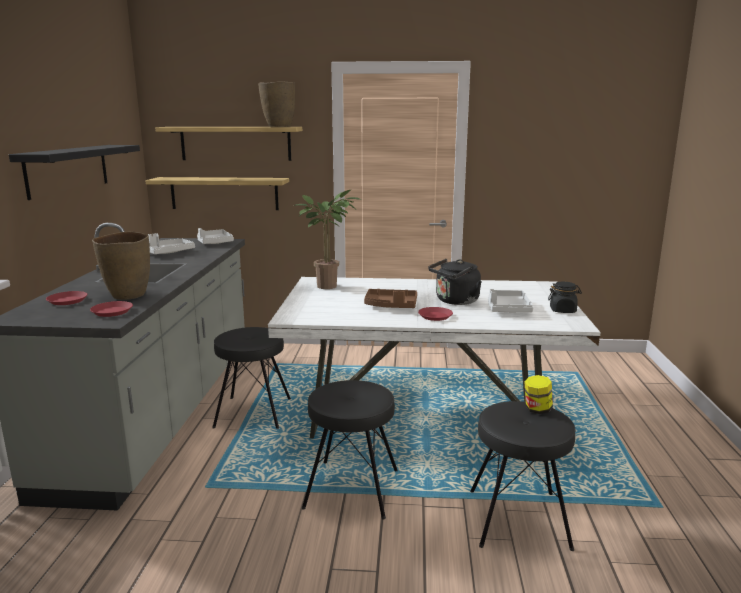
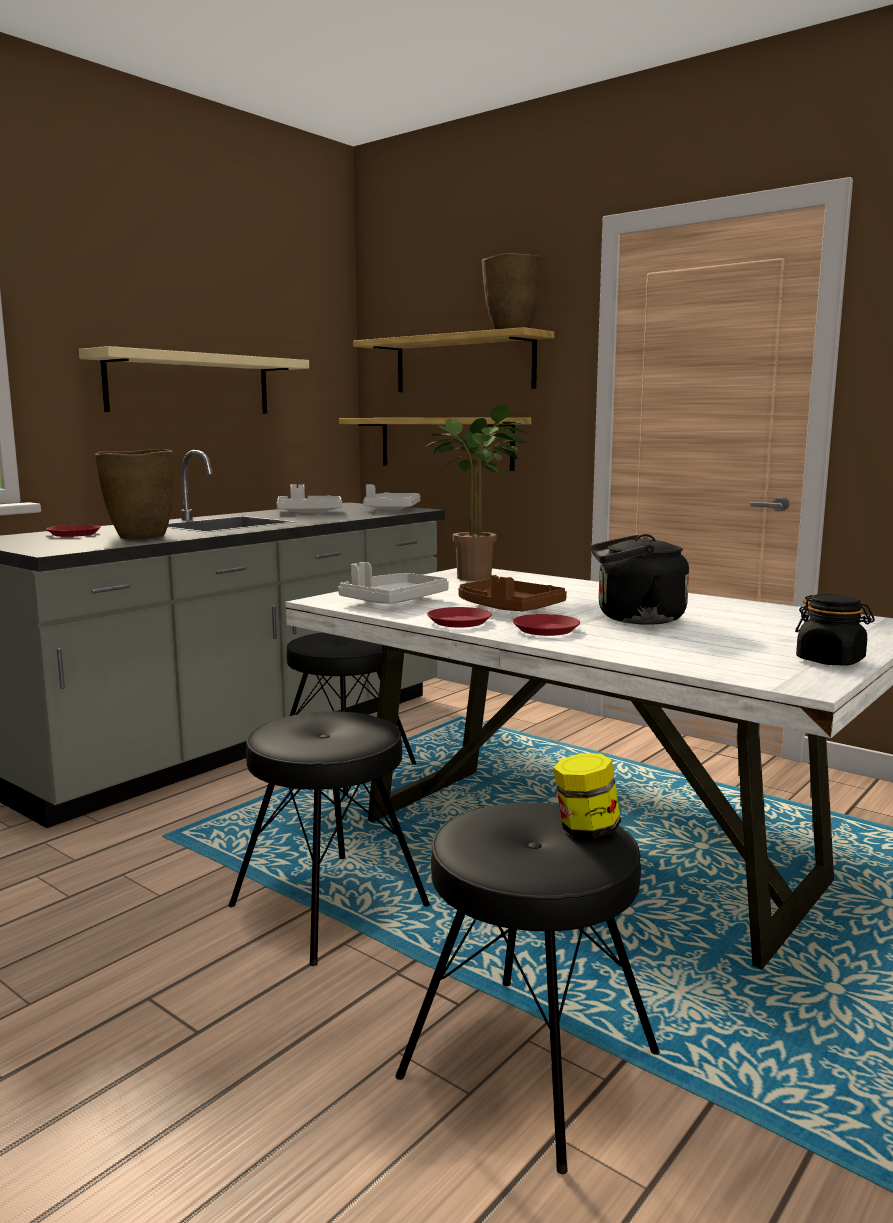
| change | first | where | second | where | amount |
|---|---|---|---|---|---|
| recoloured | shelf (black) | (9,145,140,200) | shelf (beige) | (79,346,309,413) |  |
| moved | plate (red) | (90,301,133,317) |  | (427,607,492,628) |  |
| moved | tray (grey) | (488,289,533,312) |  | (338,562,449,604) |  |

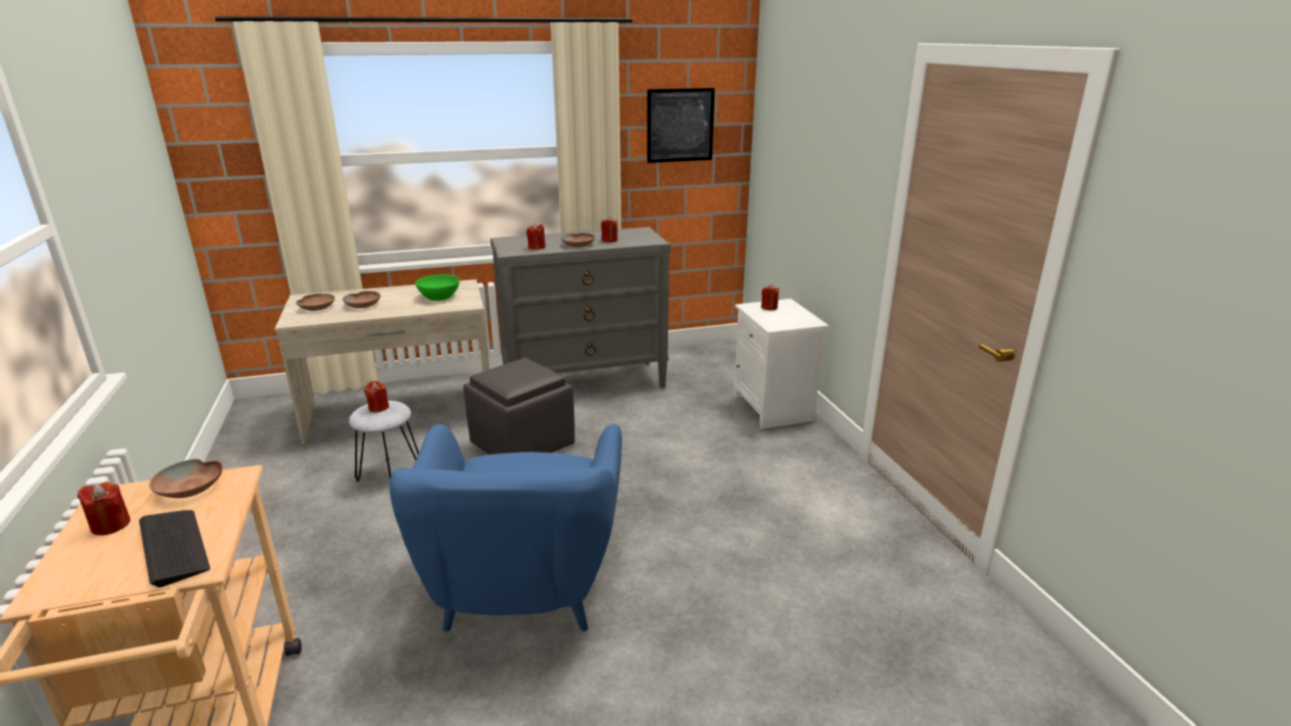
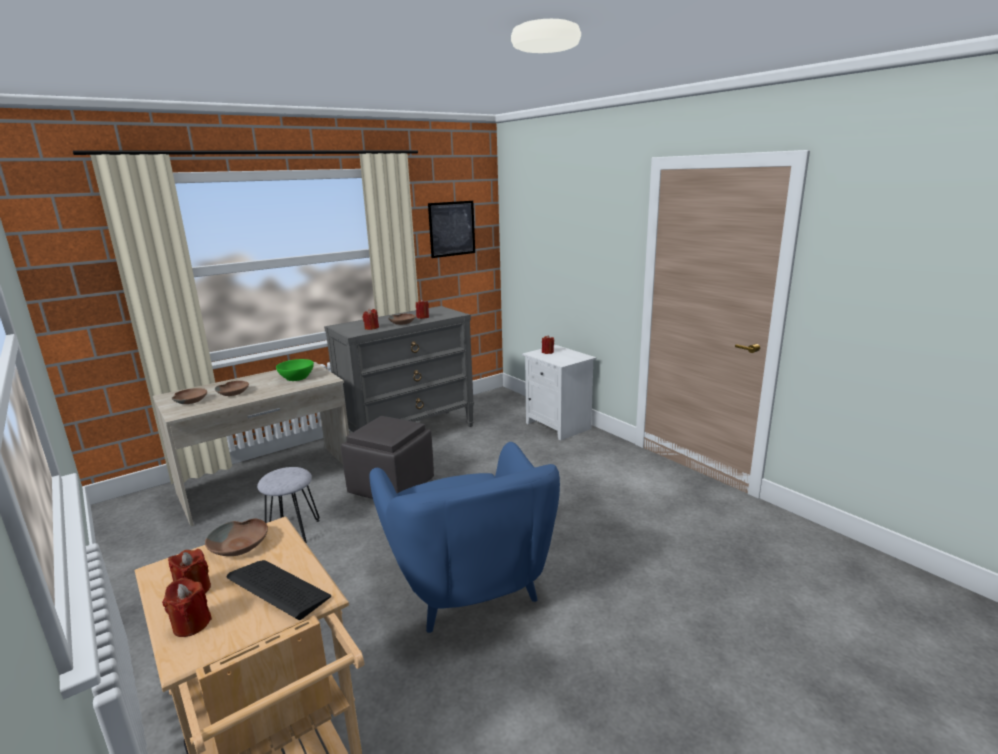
| change | first | where | second | where | amount |
|---|---|---|---|---|---|
| moved | candle (red) | (364,381,389,412) |  | (162,578,212,637) |  |

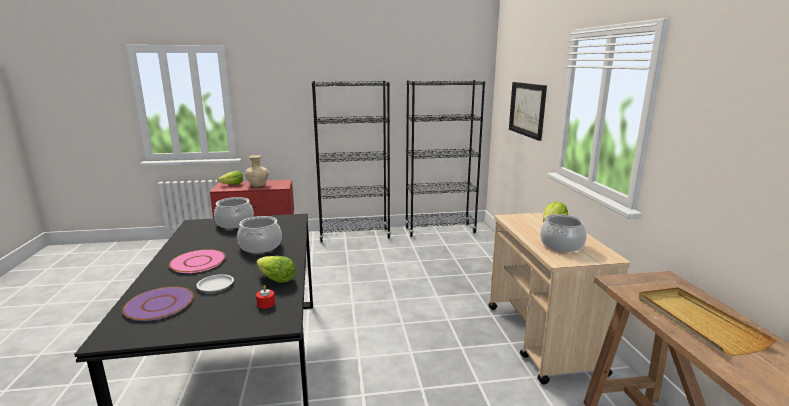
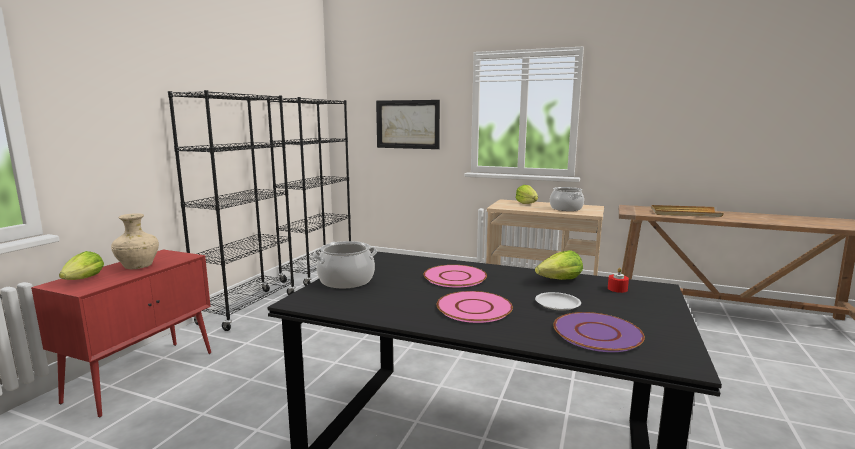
| change | first | where | second | where | amount |
|---|---|---|---|---|---|
| replaced | cooking pot | (237,216,282,253) | plate (pink) | (424,265,487,287) |  |

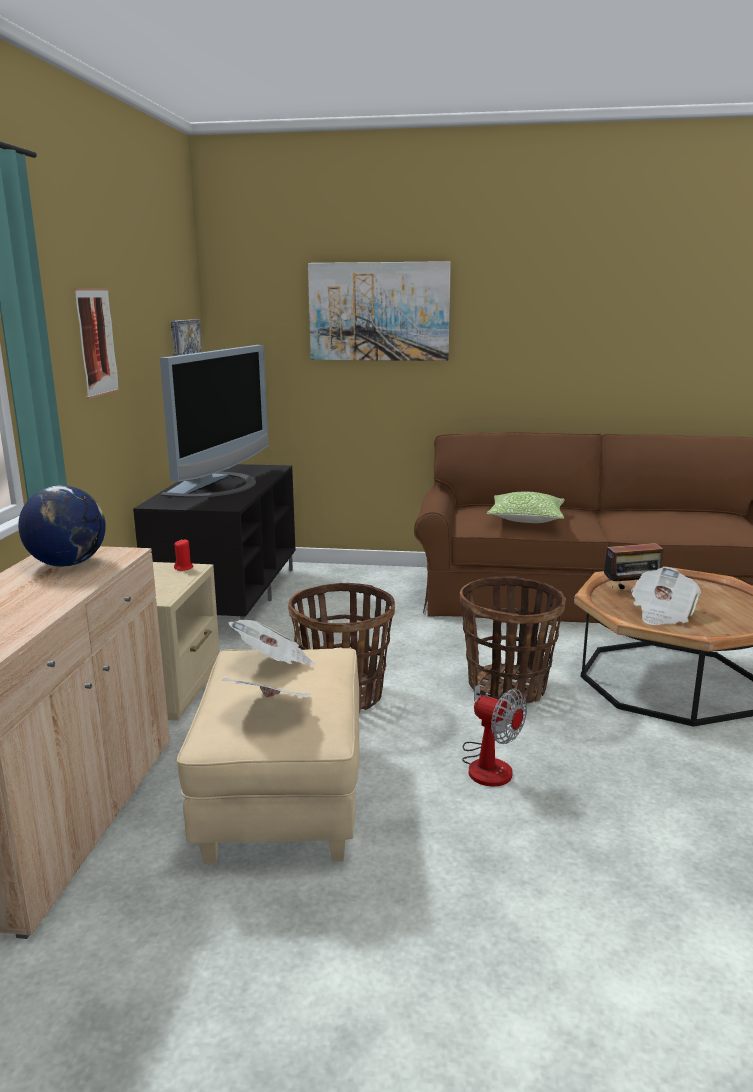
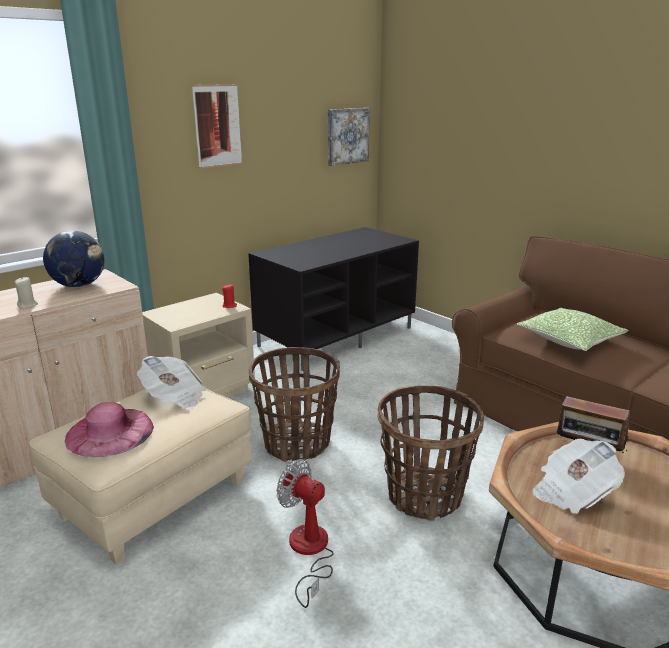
| change | first | where | second | where | amount |
|---|---|---|---|---|---|
| removed | television | (160,345,269,498) |  |  |  |
| replaced | newspaper | (222,678,311,699) | hat (pink) | (65,402,154,457) |  |
| removed | picture | (308,261,451,361) |  |  |  |
| turned | fan | (462,684,527,787) |  | (276,459,334,608) | 135 degrees clockwise |
| added |  |  | candle (beige) | (15,277,38,308) |  |

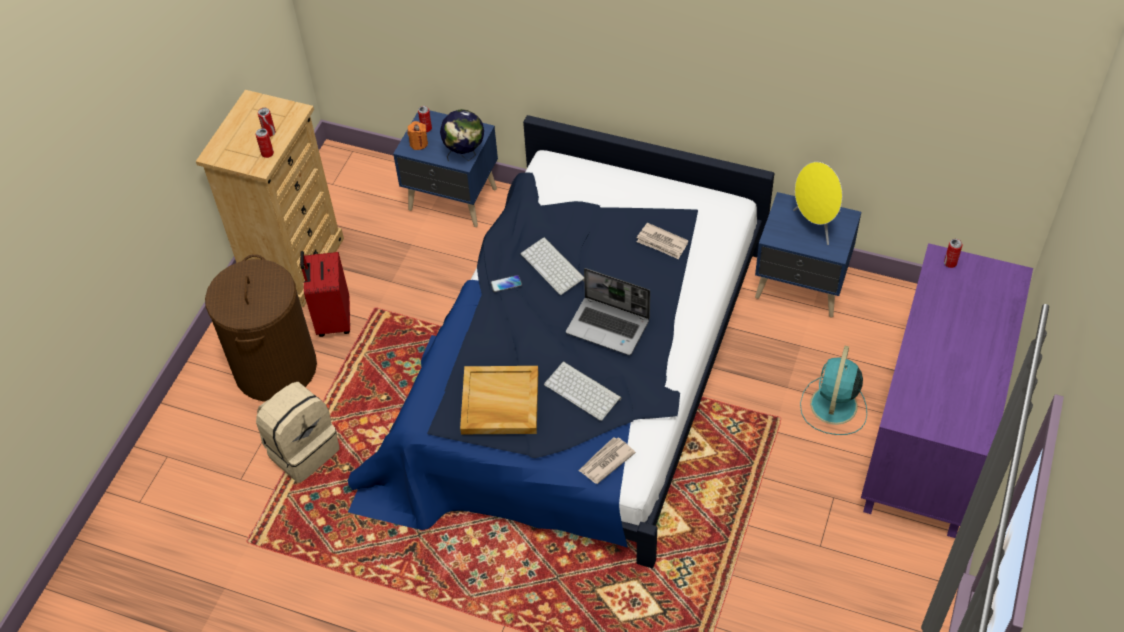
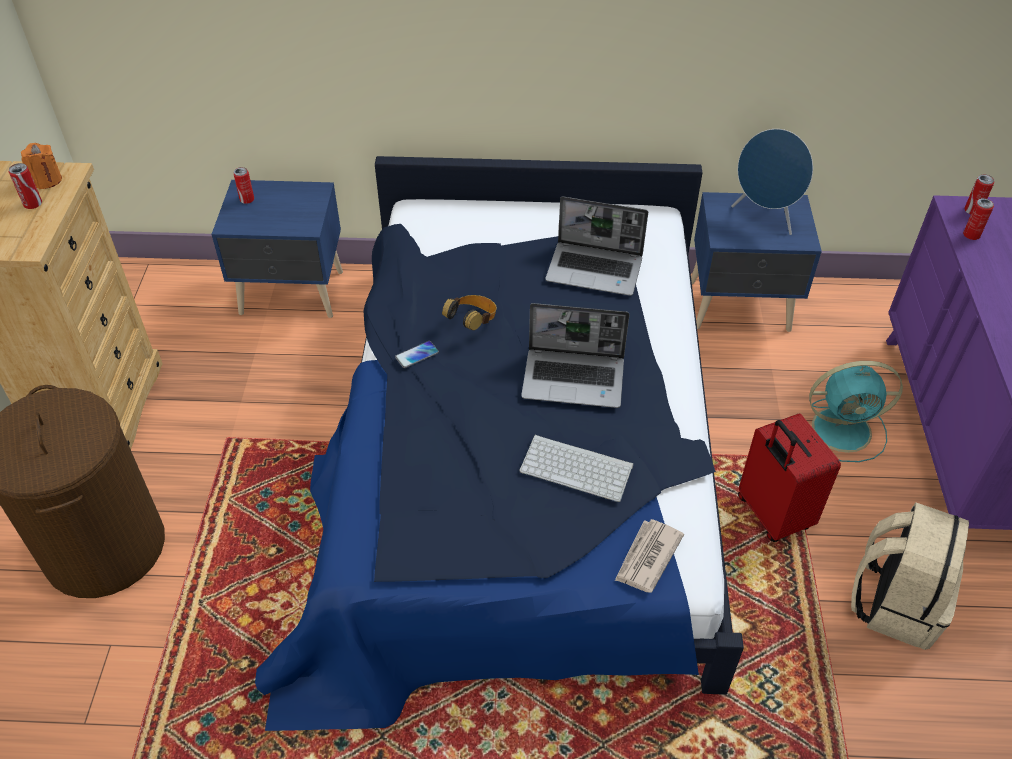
| change | first | where | second | where | amount |
|---|---|---|---|---|---|
| moved | can | (256,128,274,158) |  | (963,198,994,240) |  |
| moved | backpack (beige) | (256,382,340,483) |  | (851,503,969,650) |  |
| moved | suitcase (red) | (300,251,350,337) |  | (738,414,841,542) |  |
| moved | candle (orange) | (407,121,428,150) |  | (21,143,62,189) |  |
| removed | globe | (440,109,484,161) |  |  |  |
| removed | tray (beige) | (460,366,538,434) |  |  |  |
| replaced | keyboard | (521,237,584,295) | headphones | (442,295,497,330) |  |
| replaced | newspaper | (637,223,688,259) | laptop | (546,197,648,296) |  |
| recoloured | speaker (yellow) | (793,162,842,245) | speaker (blue) | (731,129,813,235) |  |
| turned | fan (turquoise) | (800,346,867,435) |  | (809,361,903,462) | 90 degrees counterclockwise |

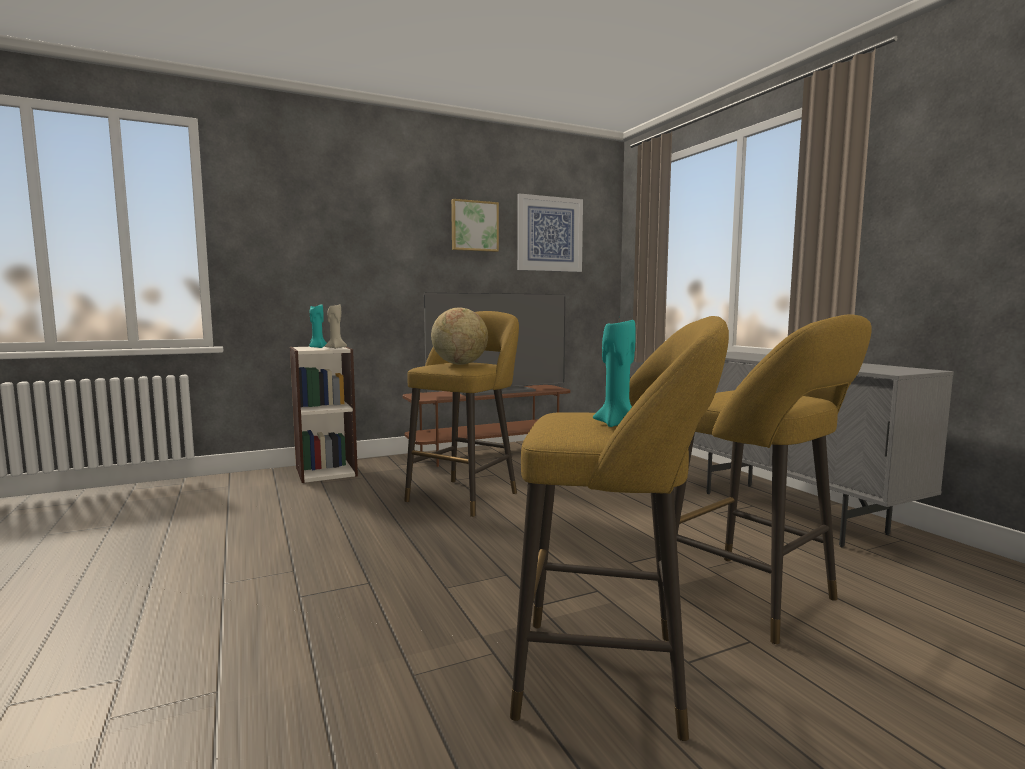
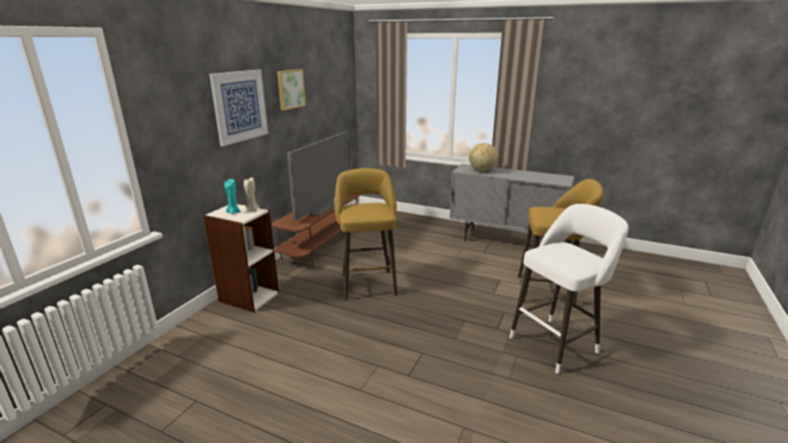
| change | first | where | second | where | amount |
|---|---|---|---|---|---|
| moved | globe | (431,308,488,365) |  | (469,143,498,172) |  |
| recoloured | stool (yellow) | (510,316,729,741) | stool (white) | (509,204,628,374) |  |
| moved | picture | (517,193,583,272) |  | (209,70,268,146) |  |
| removed | candle (turquoise) | (593,320,636,427) |  |  |  |

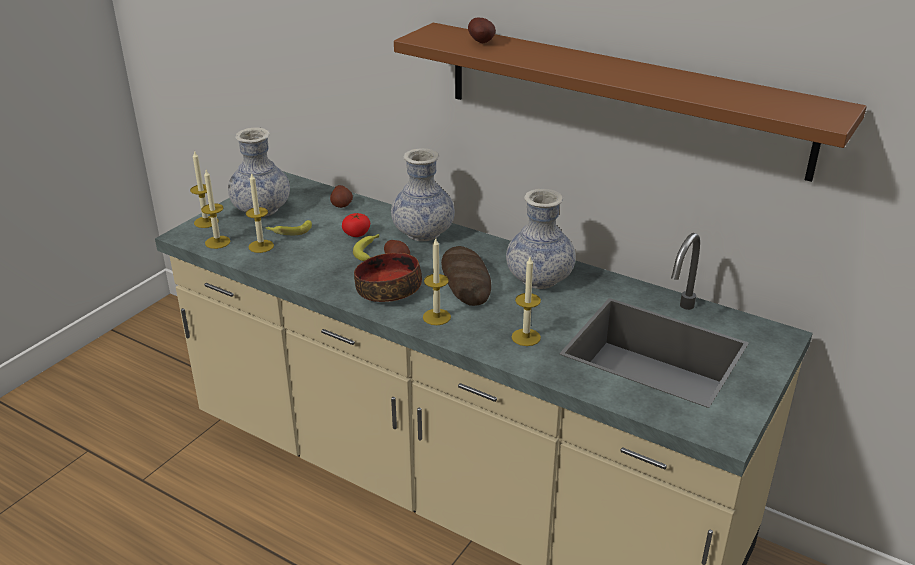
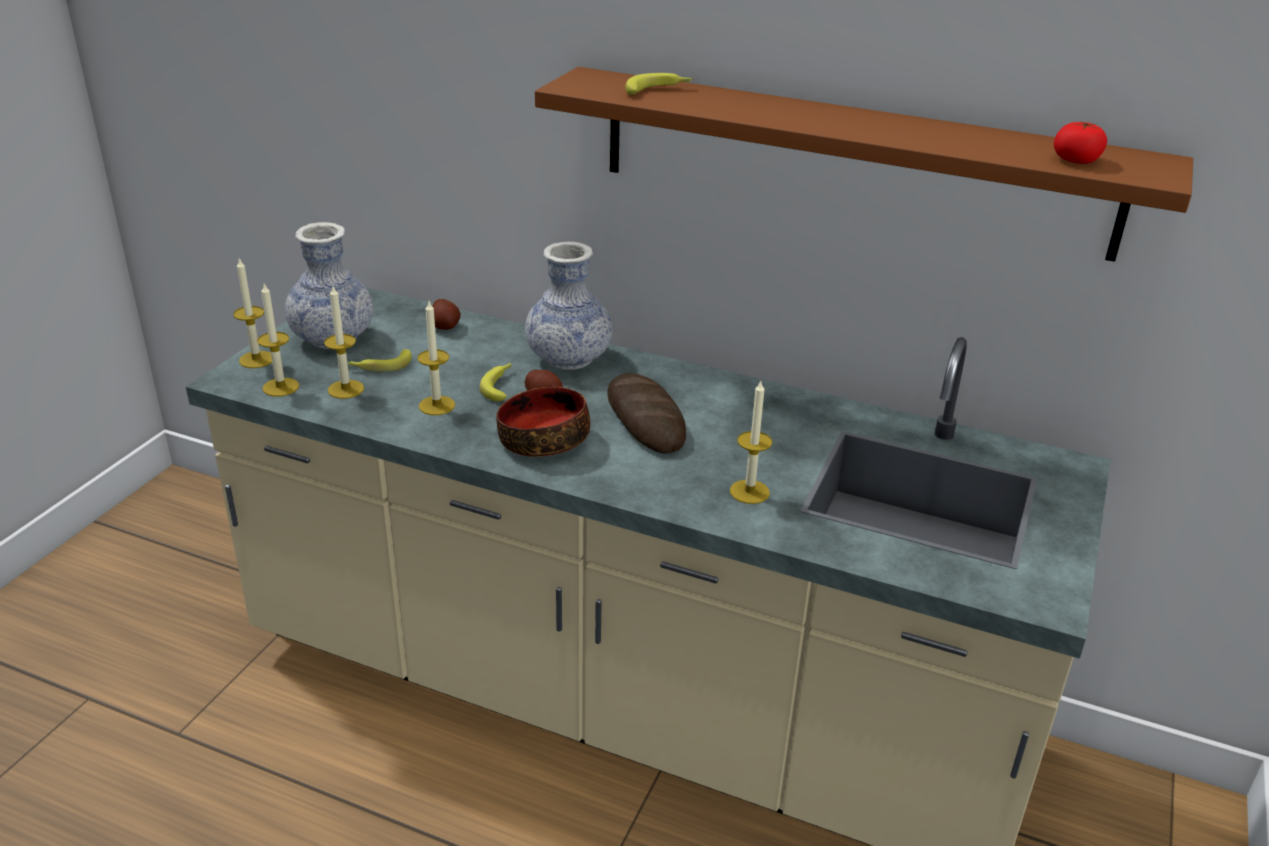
| change | first | where | second | where | amount |
|---|---|---|---|---|---|
| moved | tomato | (342,213,370,237) |  | (1054,122,1107,164) |  |
| moved | candle | (423,238,451,325) |  | (417,301,455,415) |  |
| replaced | potato | (468,17,496,43) | banana | (625,73,693,95) |  |
| removed | vase | (506,189,575,289) |  |  |  |

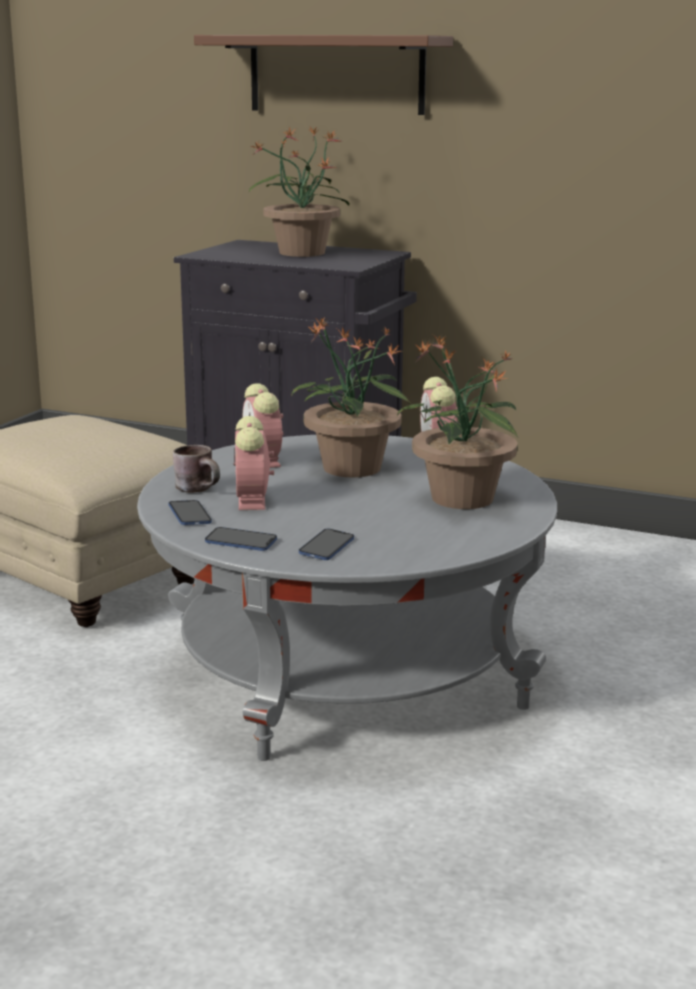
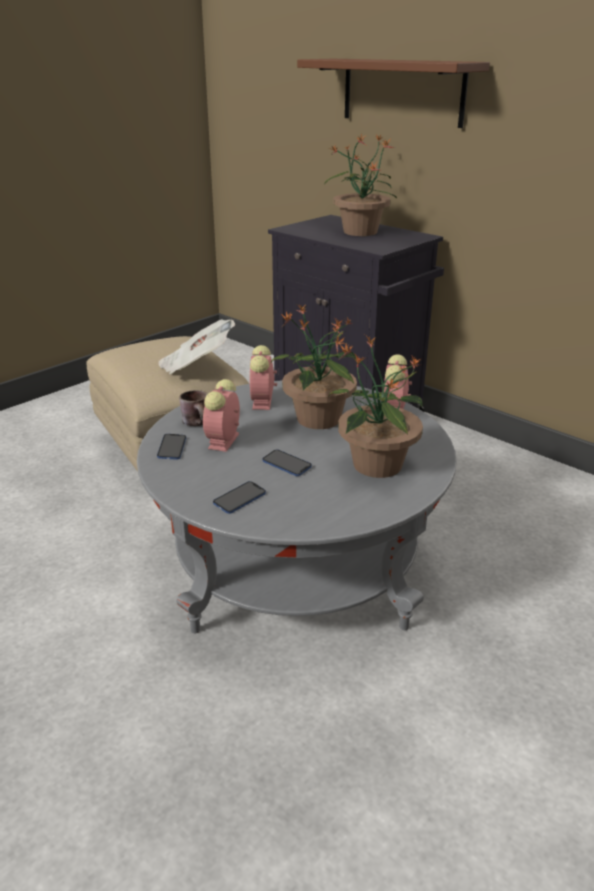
| change | first | where | second | where | amount |
|---|---|---|---|---|---|
| moved | phone | (205,527,277,551) |  | (262,449,312,476) |  |
| added |  |  | newspaper | (158,319,235,374) |  |

